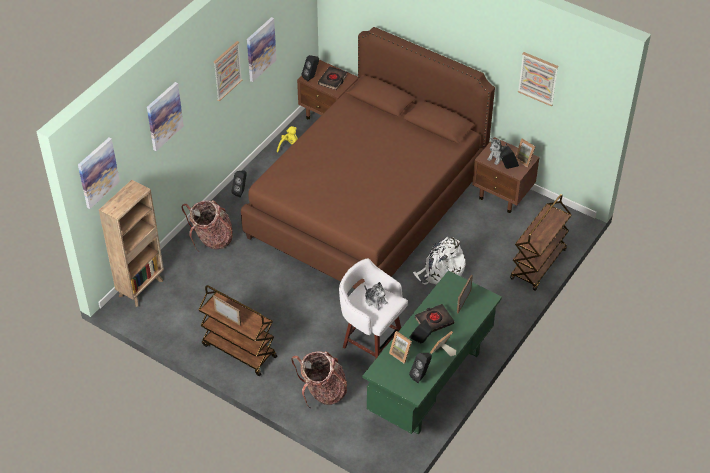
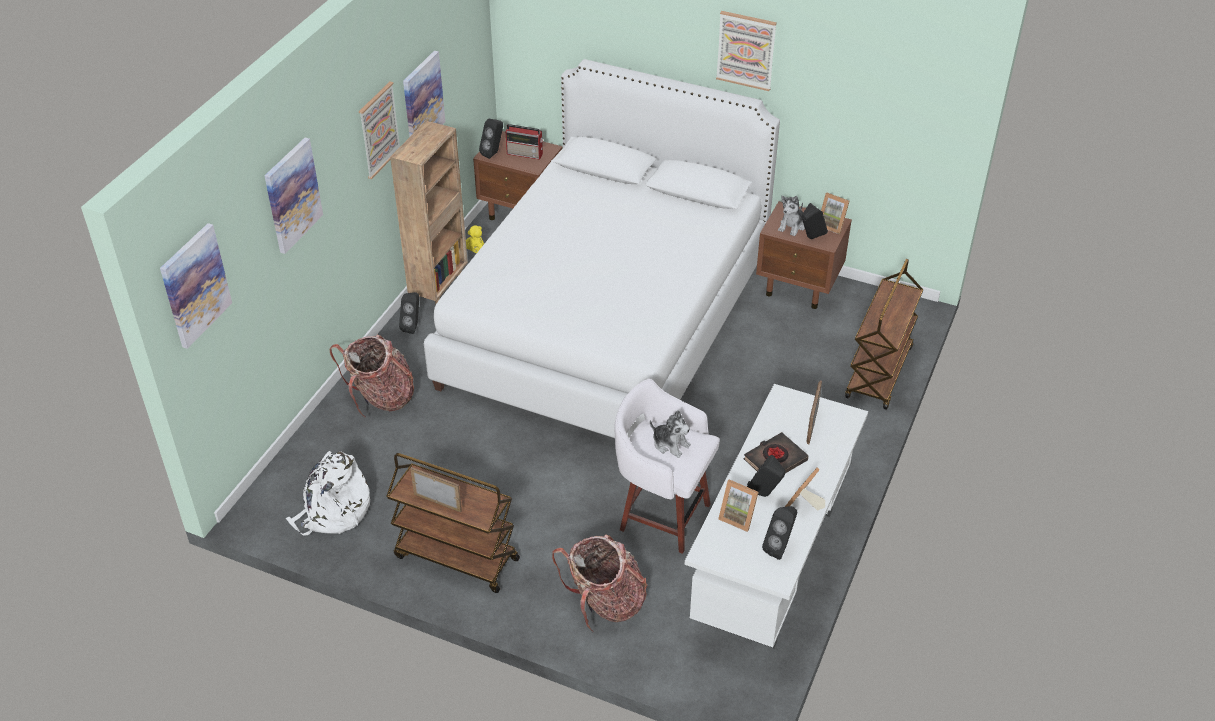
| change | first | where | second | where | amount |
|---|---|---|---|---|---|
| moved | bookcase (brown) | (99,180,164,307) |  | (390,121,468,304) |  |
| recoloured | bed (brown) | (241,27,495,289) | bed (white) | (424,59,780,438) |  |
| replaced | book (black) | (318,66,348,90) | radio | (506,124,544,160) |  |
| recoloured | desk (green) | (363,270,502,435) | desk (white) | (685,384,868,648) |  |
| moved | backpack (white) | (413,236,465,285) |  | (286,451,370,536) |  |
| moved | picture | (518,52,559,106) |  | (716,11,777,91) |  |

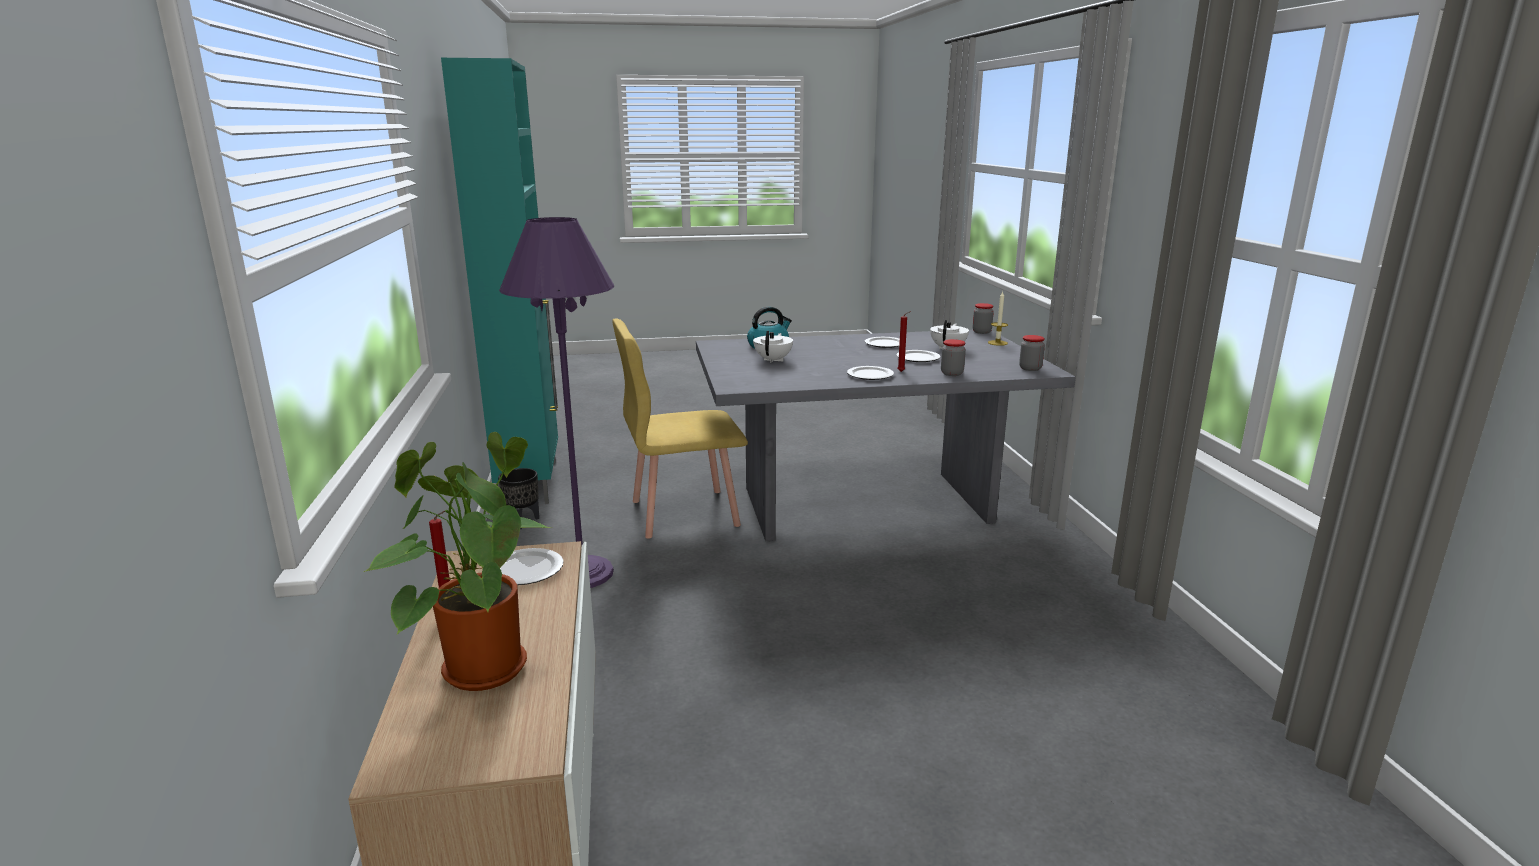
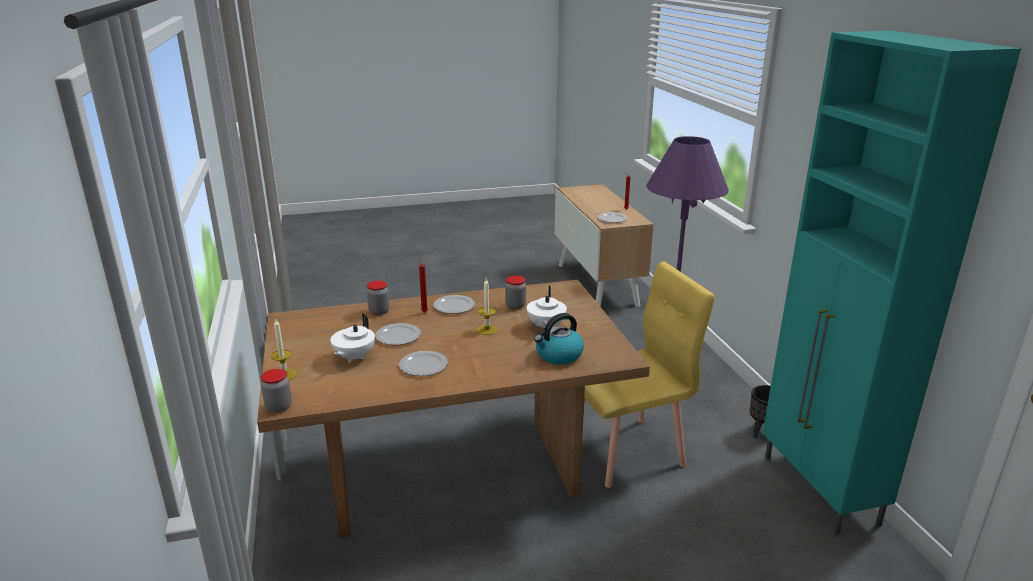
| change | first | where | second | where | amount |
|---|---|---|---|---|---|
| removed | potted plant | (364,432,552,691) |  |  |  |
| recoloured | dining table (grey) | (696,330,1076,541) | dining table (brown) | (257,280,650,538) |  |
| moved | jar | (1019,335,1045,371) |  | (505,276,526,309) |  |
| added |  |  | candle | (477,279,498,335) |  |

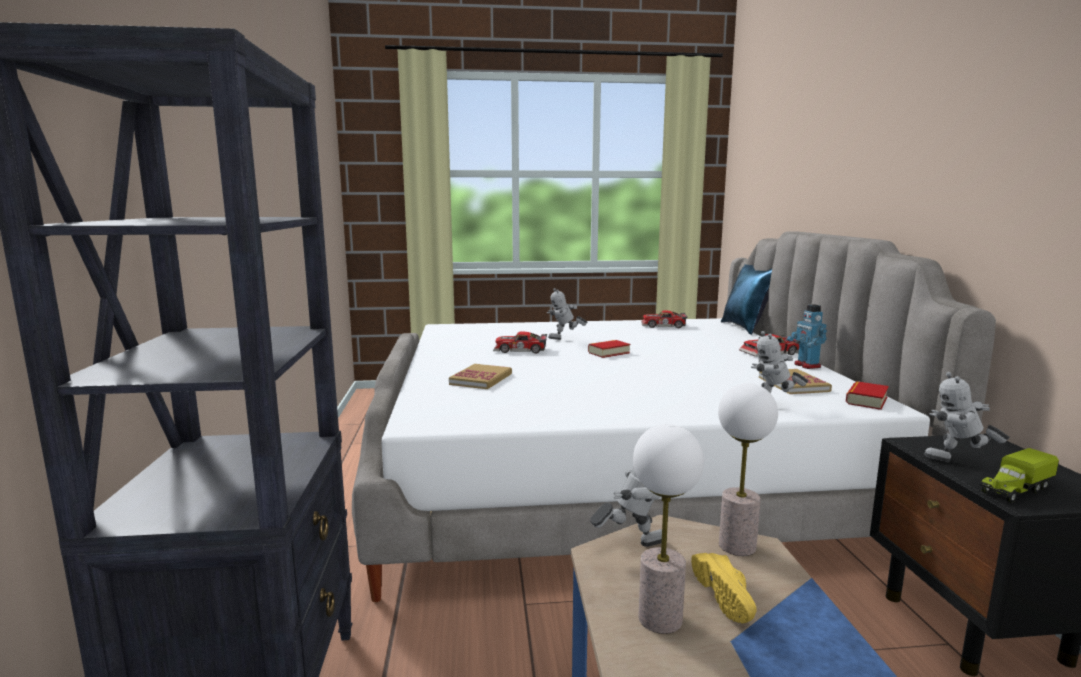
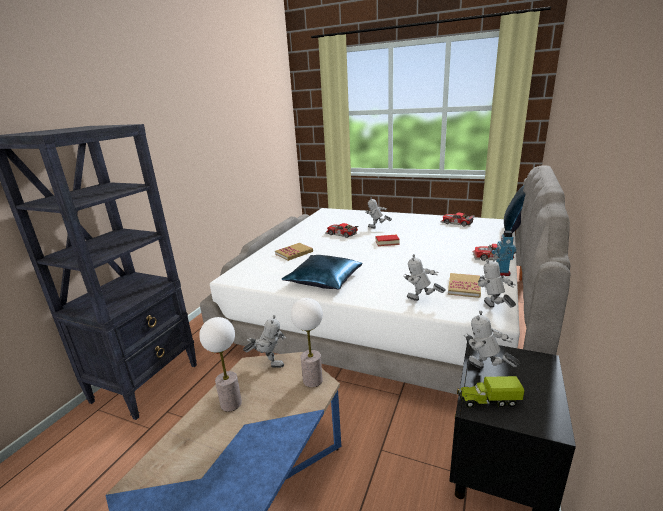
| change | first | where | second | where | amount |
|---|---|---|---|---|---|
| removed | shoe (yellow) | (691,553,757,623) |  |  |  |
| replaced | book | (846,381,889,410) | toy robot | (478,258,516,308) |  |
| added |  |  | pillow (blue) | (281,255,362,290) |  |

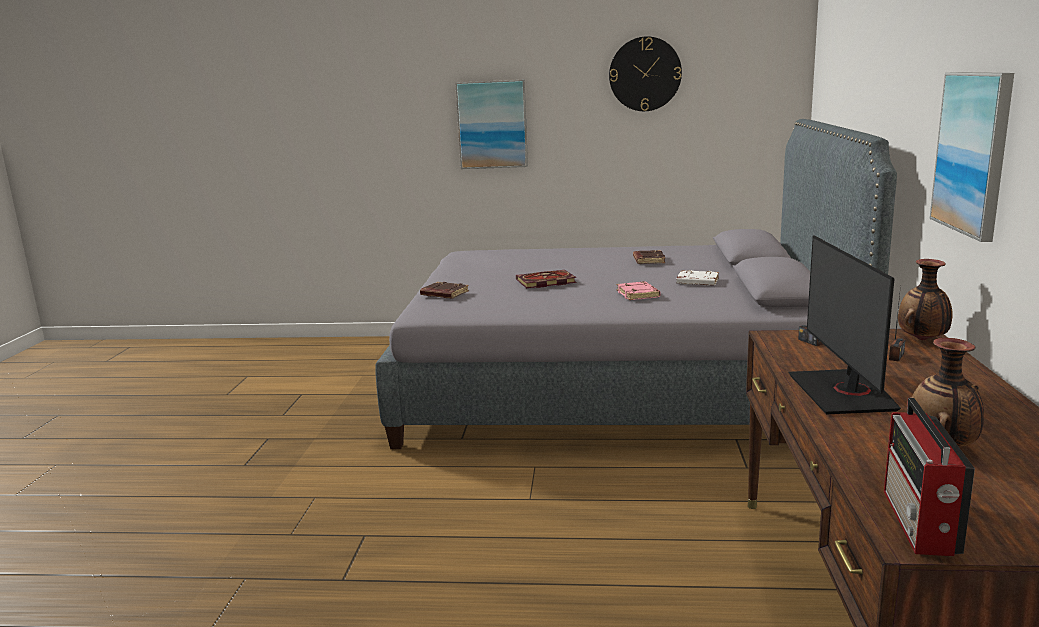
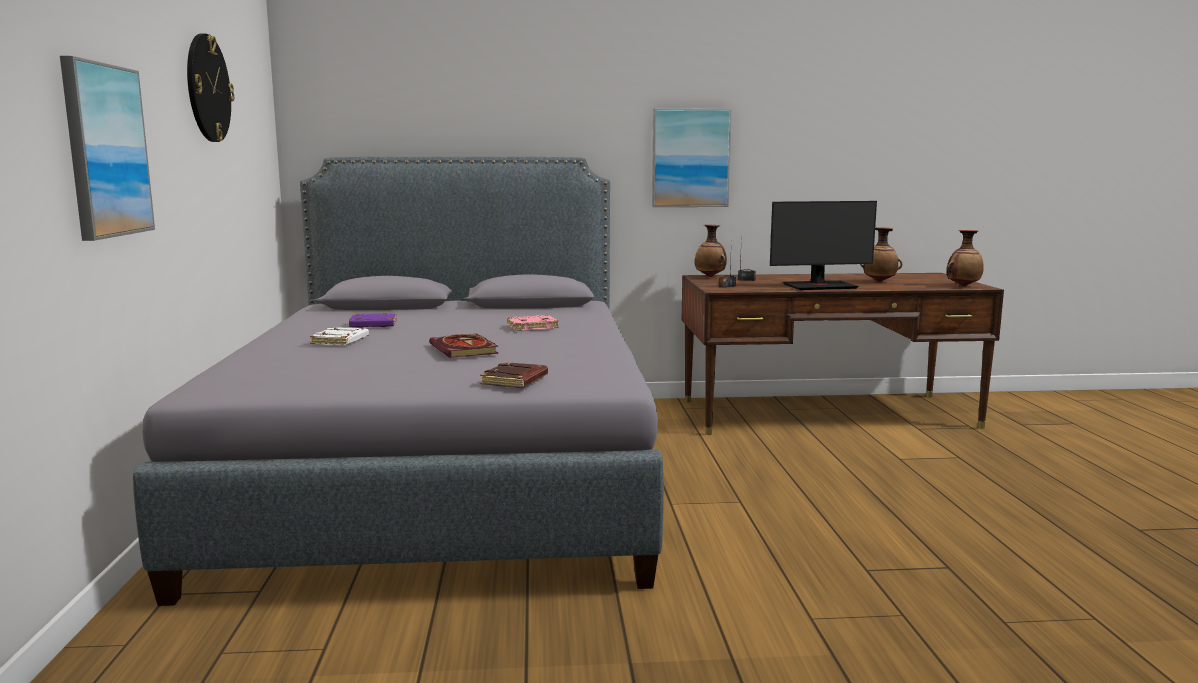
| change | first | where | second | where | amount |
|---|---|---|---|---|---|
| recoloured | book (brown) | (633,250,665,264) | book (purple) | (349,312,397,328) |  |
| moved | book (white) | (676,270,719,285) |  | (310,327,369,345) |  |
| replaced | radio | (884,398,975,556) | vase | (947,230,984,286) |  |

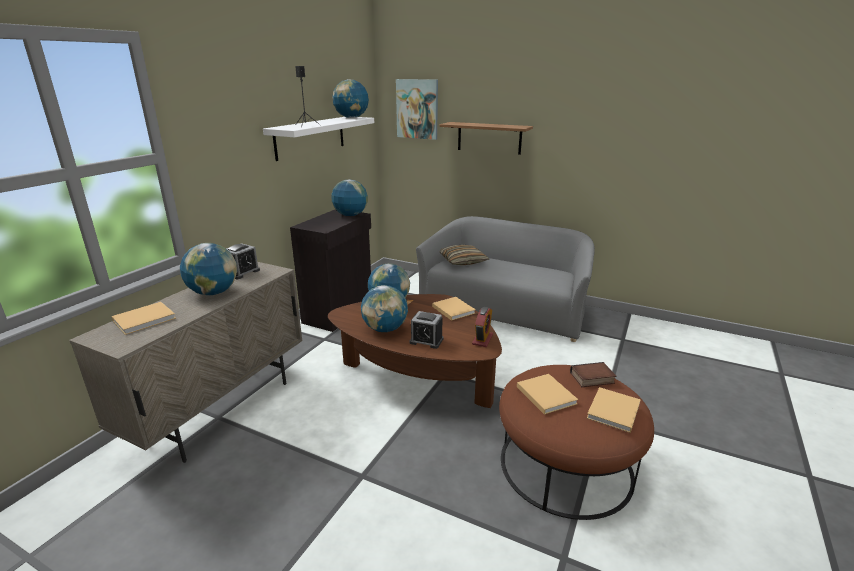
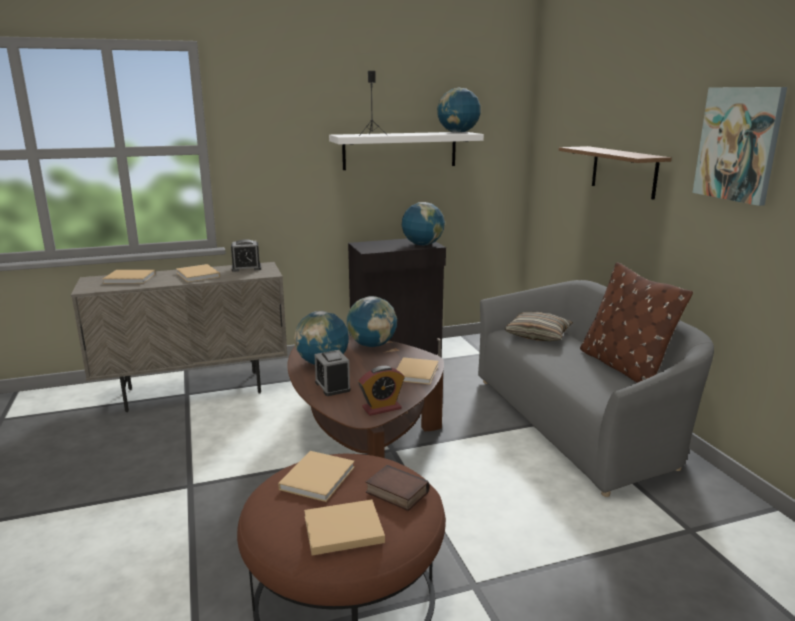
| change | first | where | second | where | amount |
|---|---|---|---|---|---|
| replaced | globe | (180,243,237,295) | book (beige) | (176,264,220,282) |  |
| moved | picture | (396,79,438,140) |  | (692,87,787,206) |  |
| added |  |  | pillow (brown) | (580,262,693,383) |  |

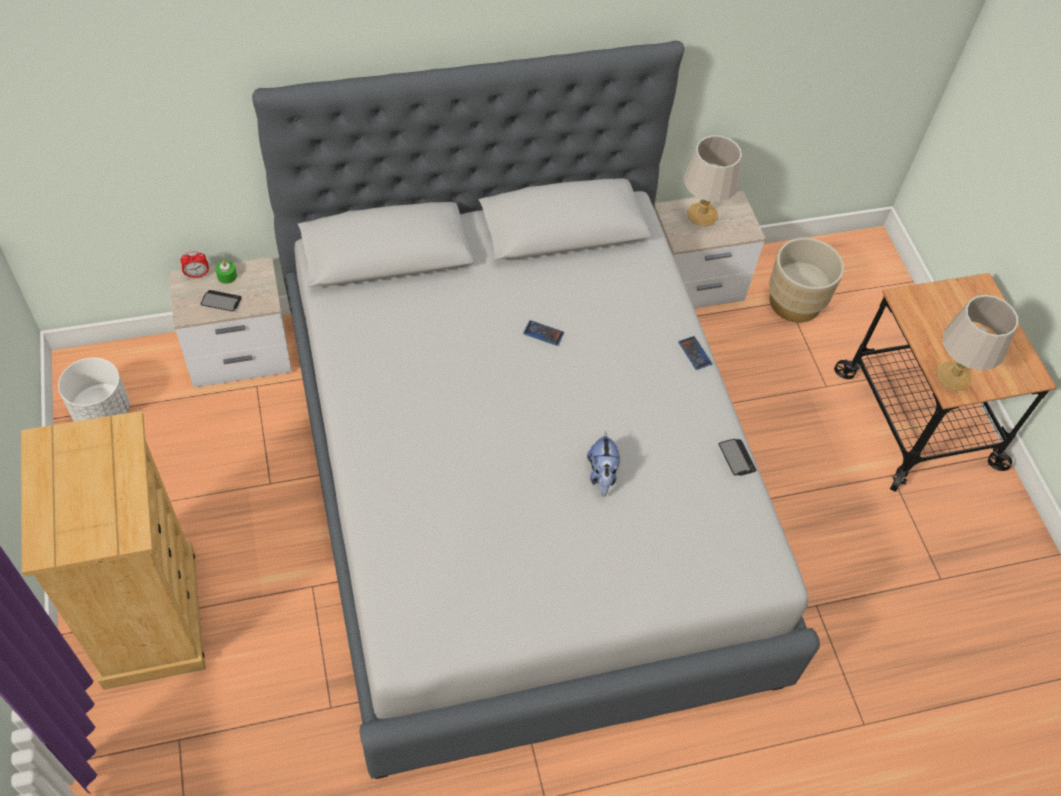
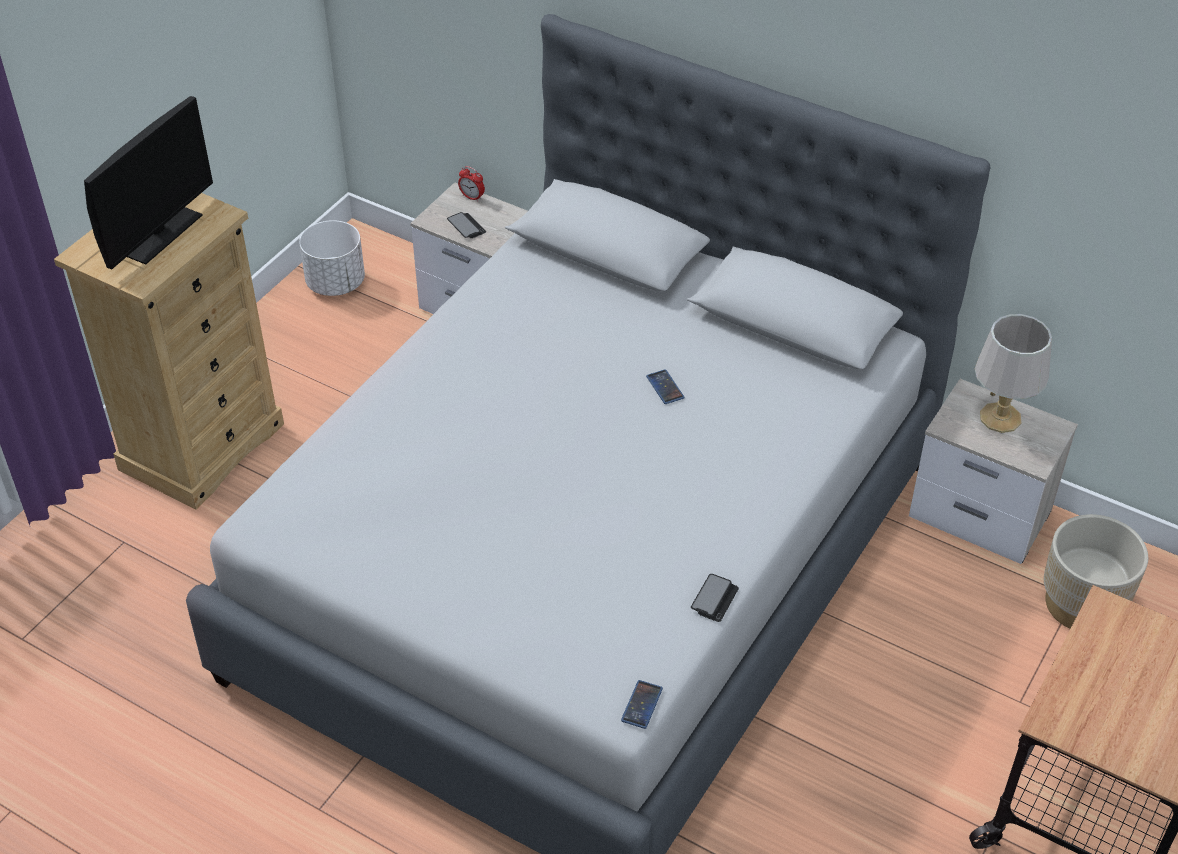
| change | first | where | second | where | amount |
|---|---|---|---|---|---|
| removed | candle (green) | (215,261,237,284) |  |  |  |
| removed | plush toy | (587,431,620,497) |  |  |  |
| moved | phone | (678,336,712,370) |  | (621,680,663,729) |  |
| removed | table lamp (grey) | (937,295,1018,391) |  |  |  |
| added |  |  | monitor | (84,96,213,270) |  |

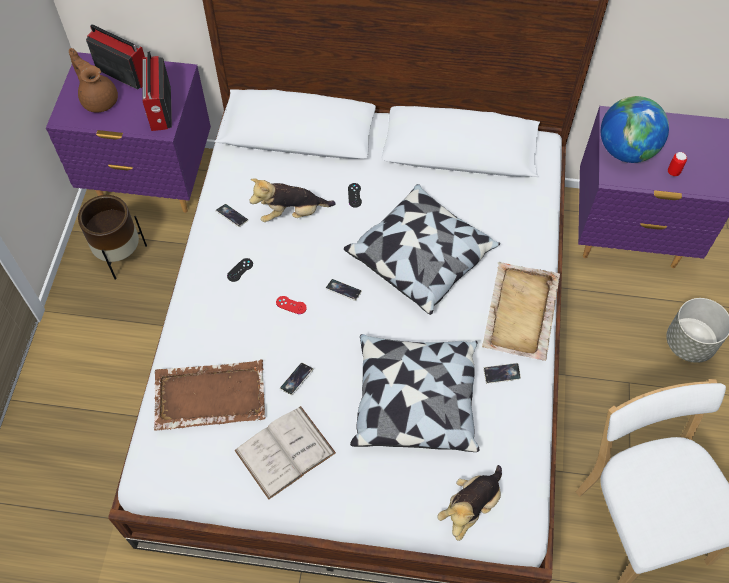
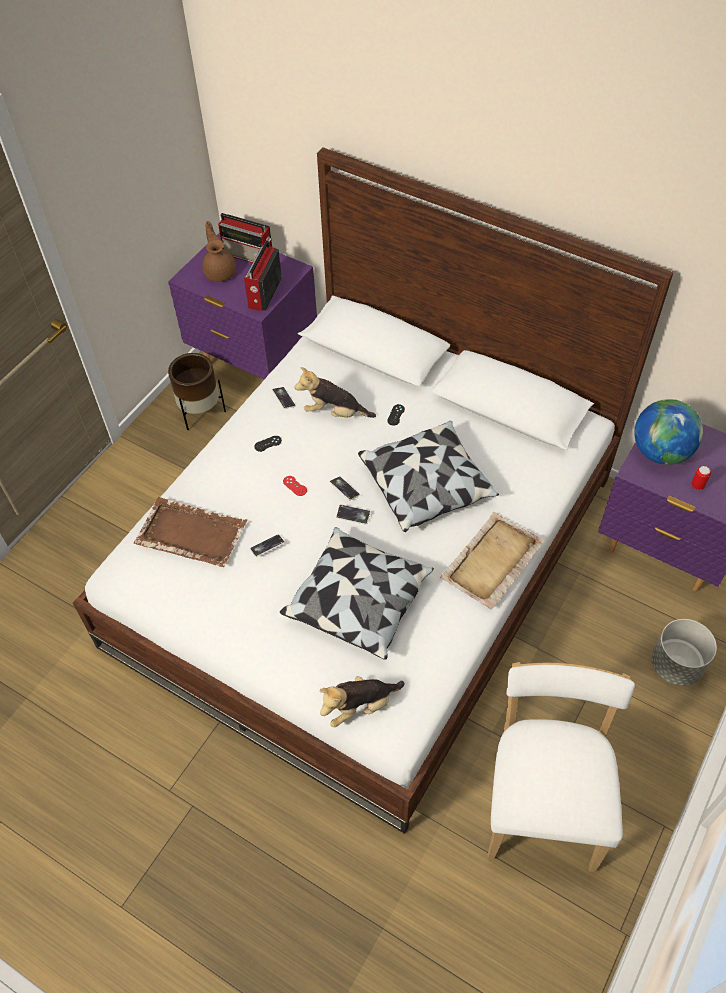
| change | first | where | second | where | amount |
|---|---|---|---|---|---|
| turned | radio | (86,24,145,90) |  | (218,213,272,263) | 150 degrees clockwise |
| removed | book (white) | (234,406,336,500) |  |  |  |
| moved | phone | (483,363,521,384) |  | (336,504,370,524) |  |

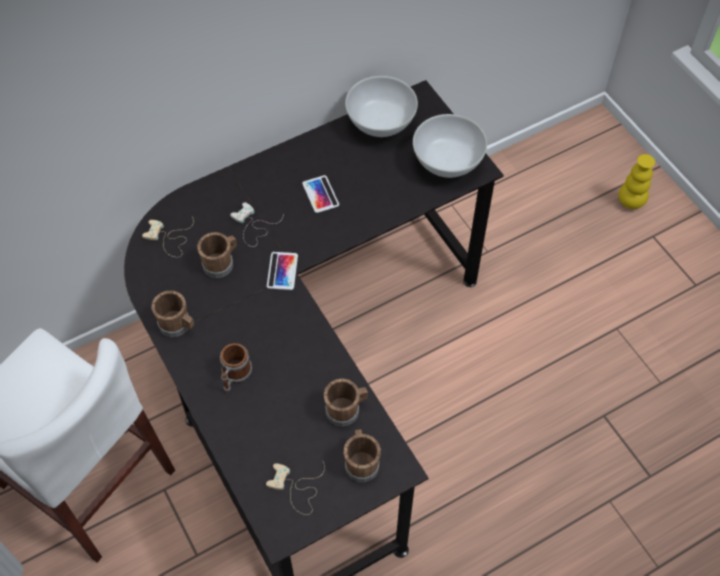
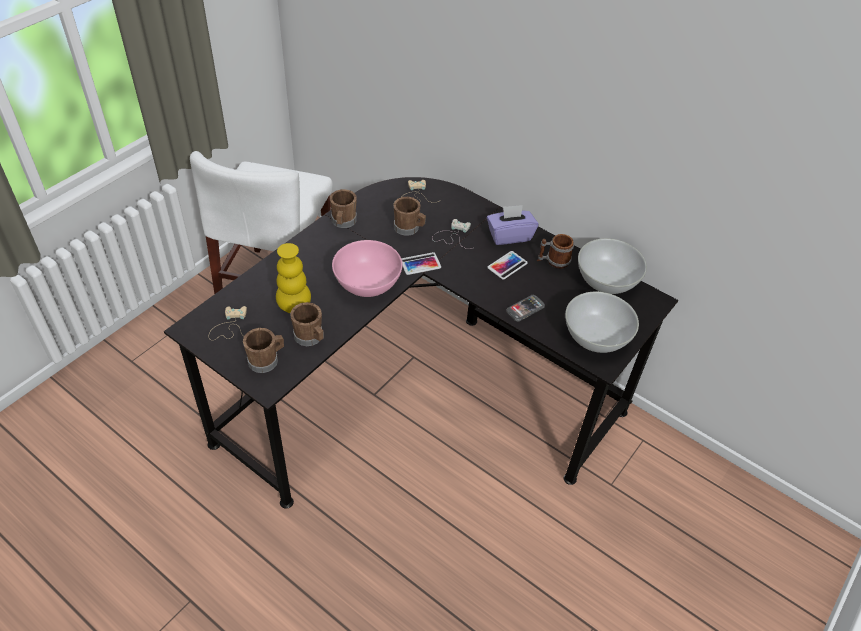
| change | first | where | second | where | amount |
|---|---|---|---|---|---|
| moved | mug | (220,343,252,394) |  | (537,234,574,269) |  |
| moved | vase (yellow) | (619,154,655,209) |  | (276,243,311,313) |  |
| added |  |  | bowl (pink) | (332,240,402,297) |  |
| added |  |  | tissue box (purple) | (487,205,538,245) |  |
| added |  |  | phone | (506,295,545,322) |  |

